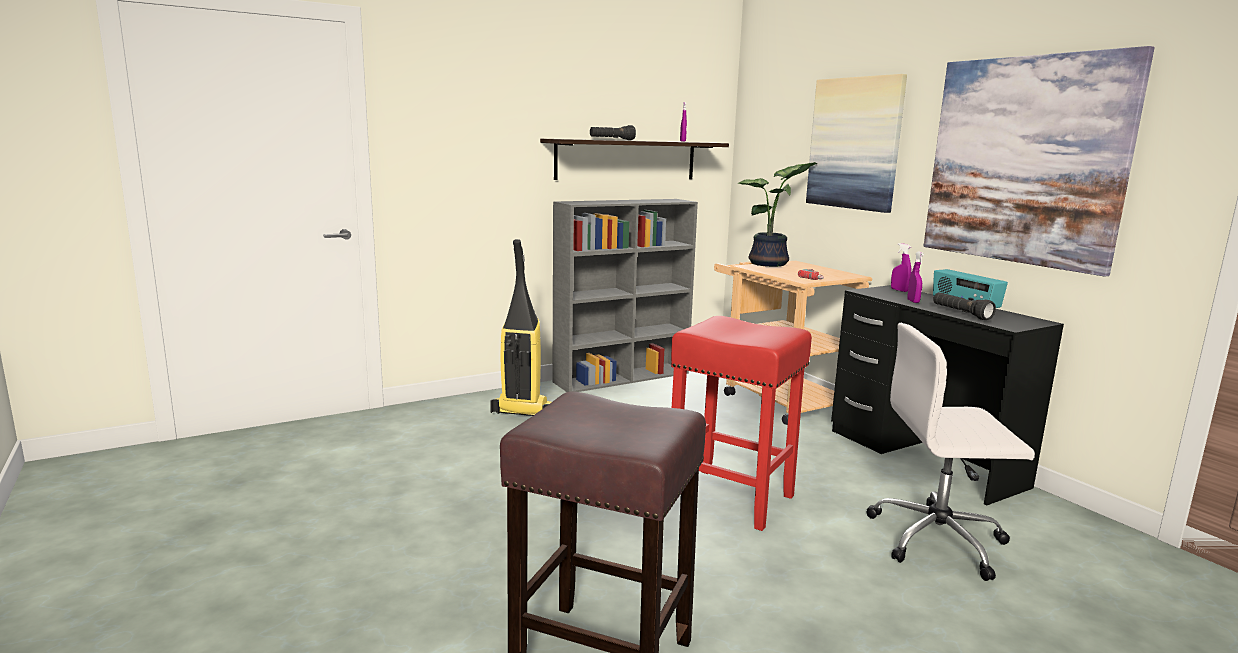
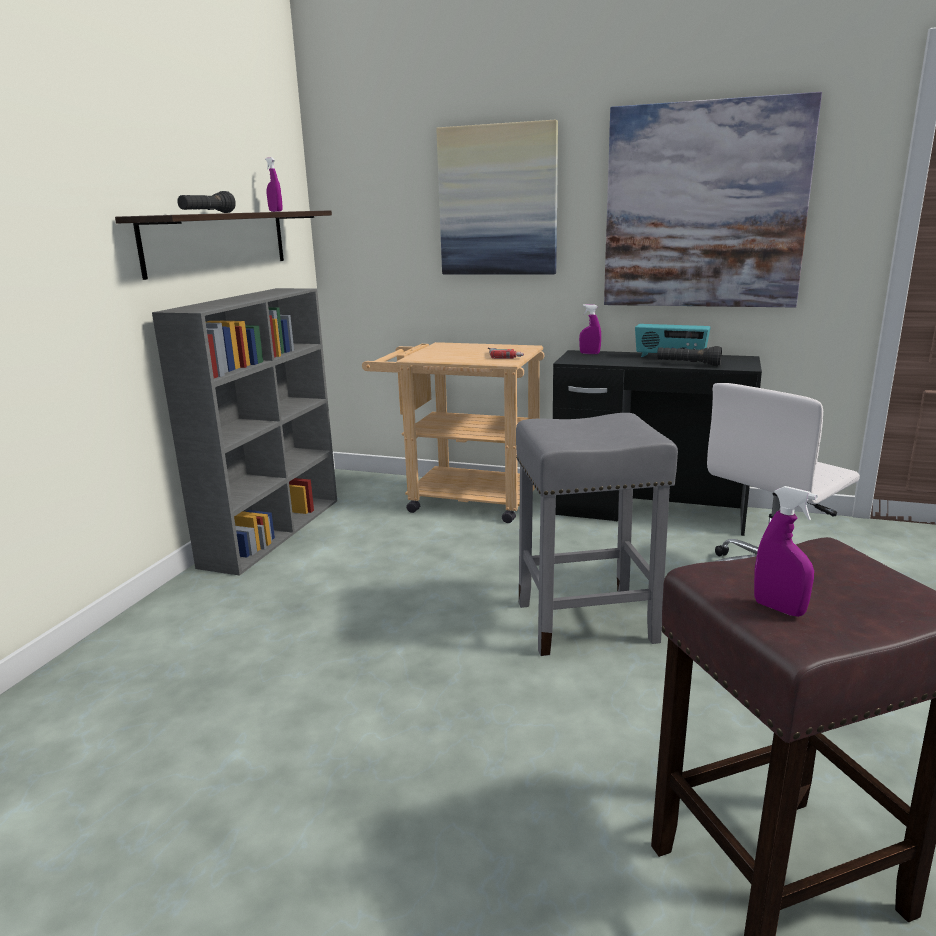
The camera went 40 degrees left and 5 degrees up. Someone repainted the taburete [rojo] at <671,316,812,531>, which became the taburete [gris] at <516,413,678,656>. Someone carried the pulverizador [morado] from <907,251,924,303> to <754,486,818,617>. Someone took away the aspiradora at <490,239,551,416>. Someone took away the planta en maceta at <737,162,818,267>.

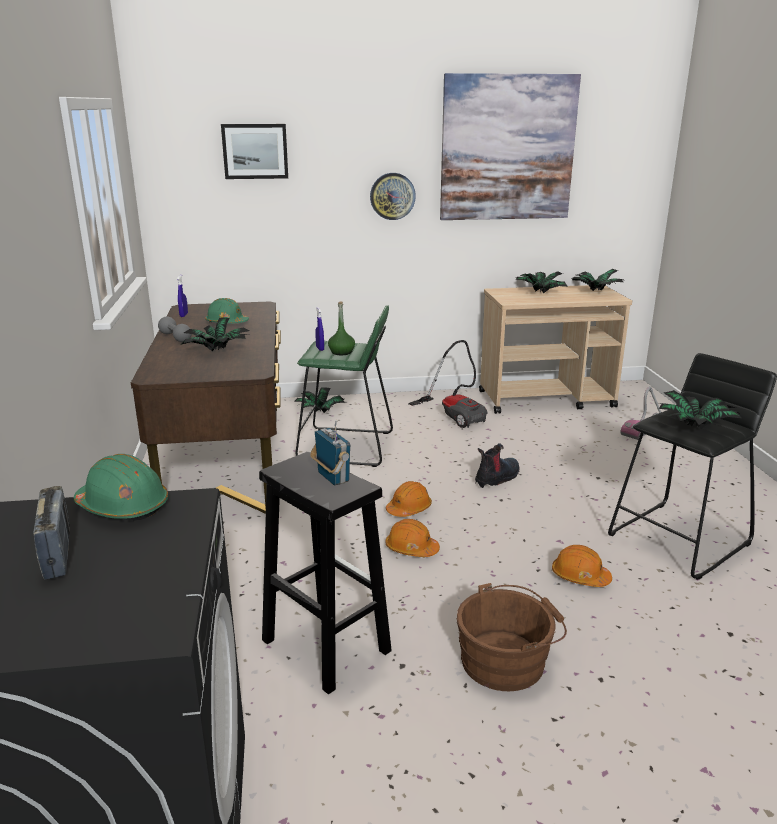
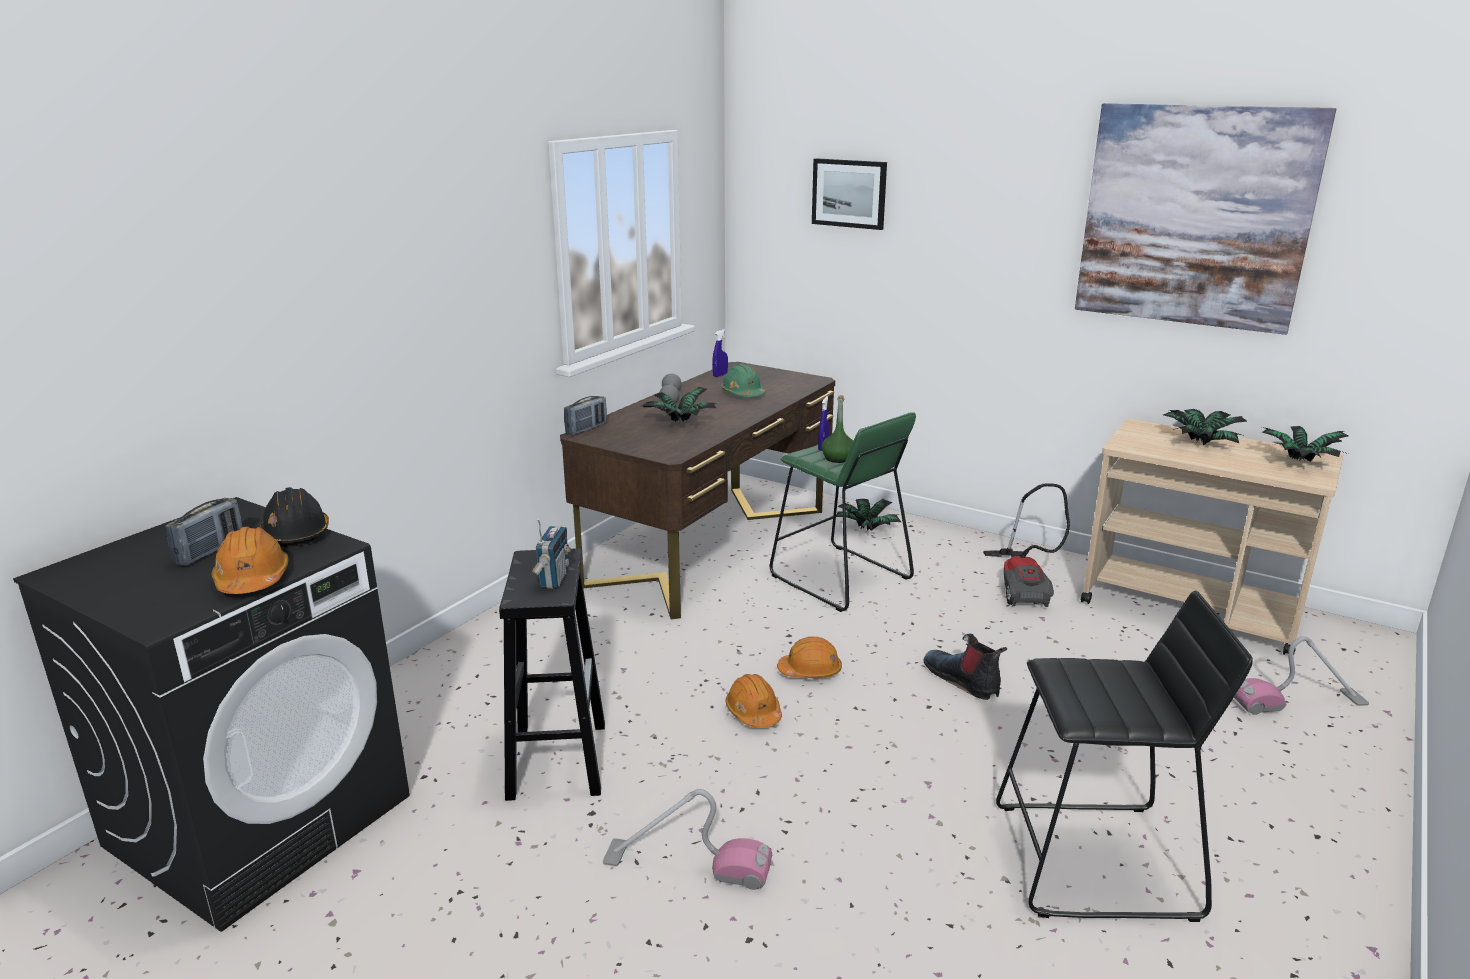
The camera went 40 degrees right and 0 degrees up. Someone carried the casco [naranja] from <552,545,612,587> to <211,526,288,594>. Someone repainted the casco [verde] at <74,454,169,521>, which became the casco [negro] at <260,487,329,548>. Someone put down the radio at <564,396,607,435>. Someone swapped the cubo [marrón] at <457,583,567,691> for the aspiradora at <603,789,772,890>. Someone rotated the bota at <475,443,519,488> by 120 degrees counterclockwise. Someone took away the reloj de pared at <370,173,416,220>. Someone took away the planta en maceta at <659,390,741,429>.

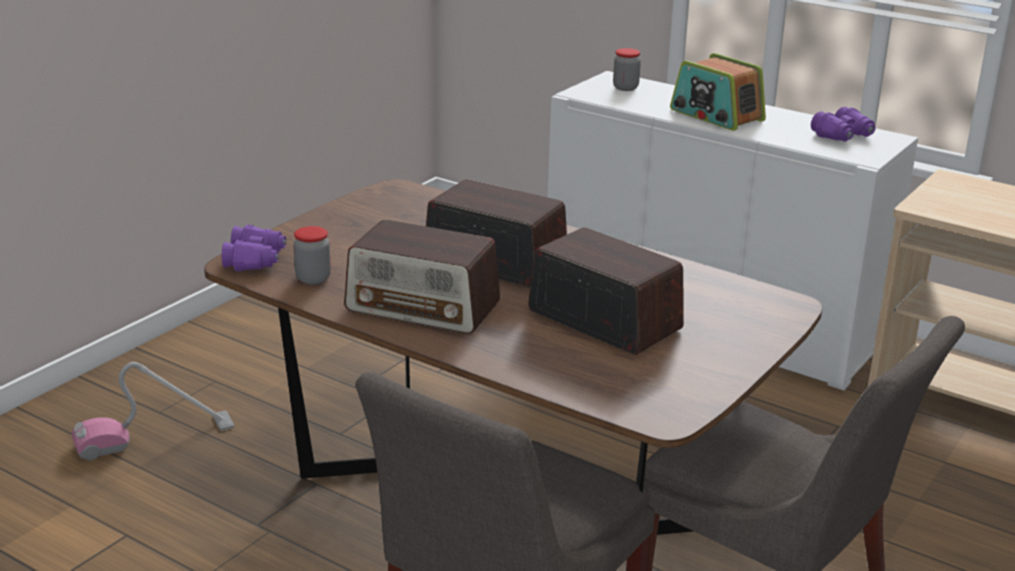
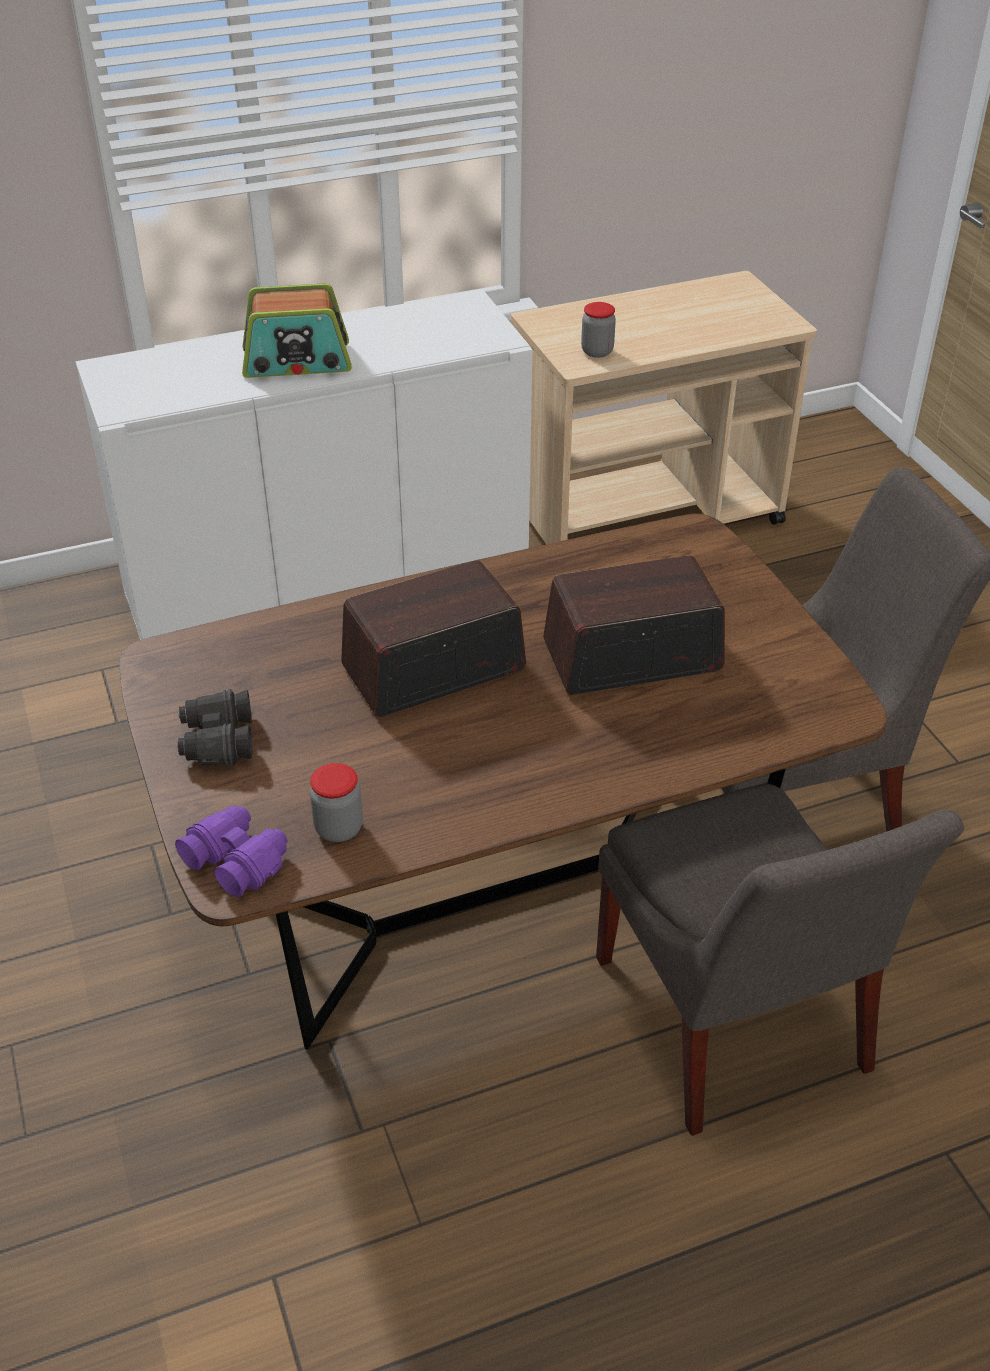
The camera went 55 degrees left and 15 degrees up. Someone put down the prismáticos [negro] at <177,689,252,766>. Someone carried the tarro from <613,48,641,91> to <581,302,616,358>. Someone took away the aspiradora at <72,362,234,460>. Someone took away the radio at <344,219,500,334>. Someone took away the prismáticos [morado] at <811,107,876,142>.

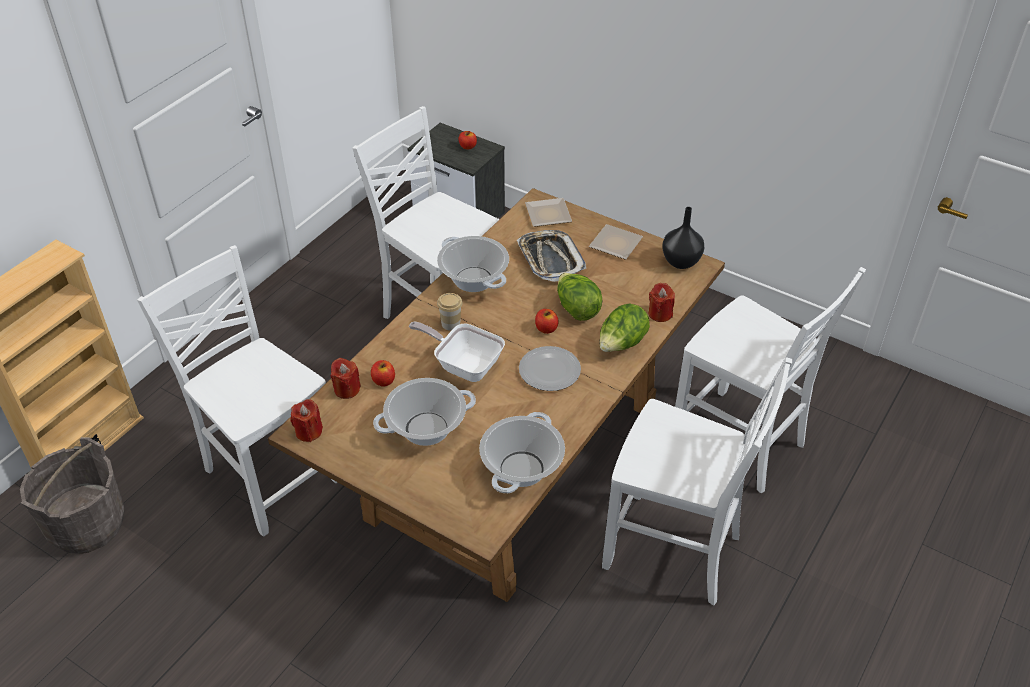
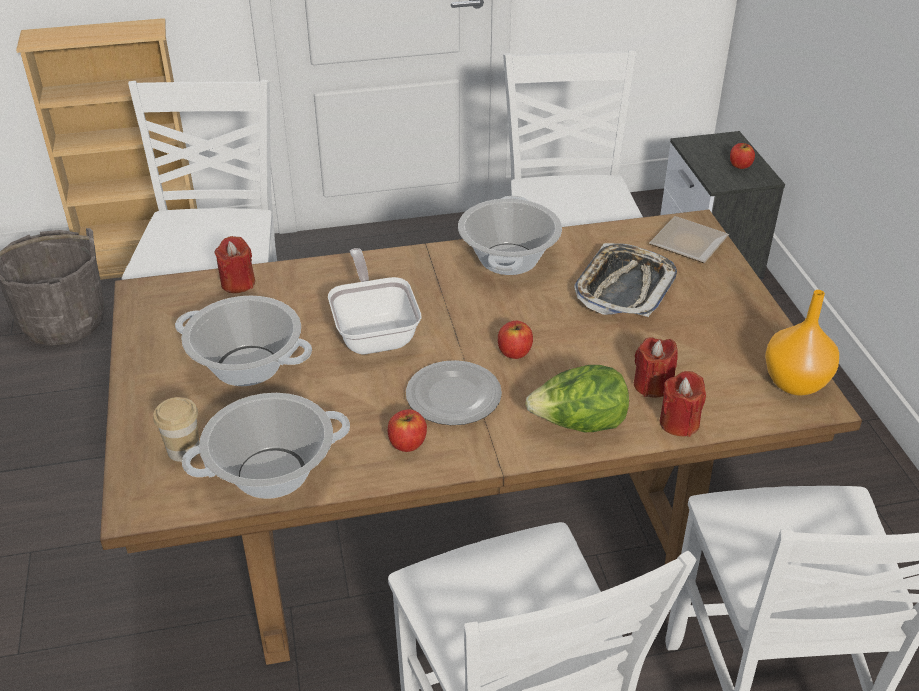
The camera went 45 degrees right and 5 degrees down. Someone carried the taza from <437,293,462,330> to <153,397,199,462>. Someone carried the manzana from <371,360,395,386> to <388,409,427,452>. Someone carried the vela [rojo] from <291,399,323,442> to <634,337,678,397>. Someone repainted the florero [negro] at <662,207,704,269>, which became the florero [naranja] at <765,290,839,396>. Someone took away the lechuga at <557,273,602,321>. Someone took away the plato at <589,224,643,260>.

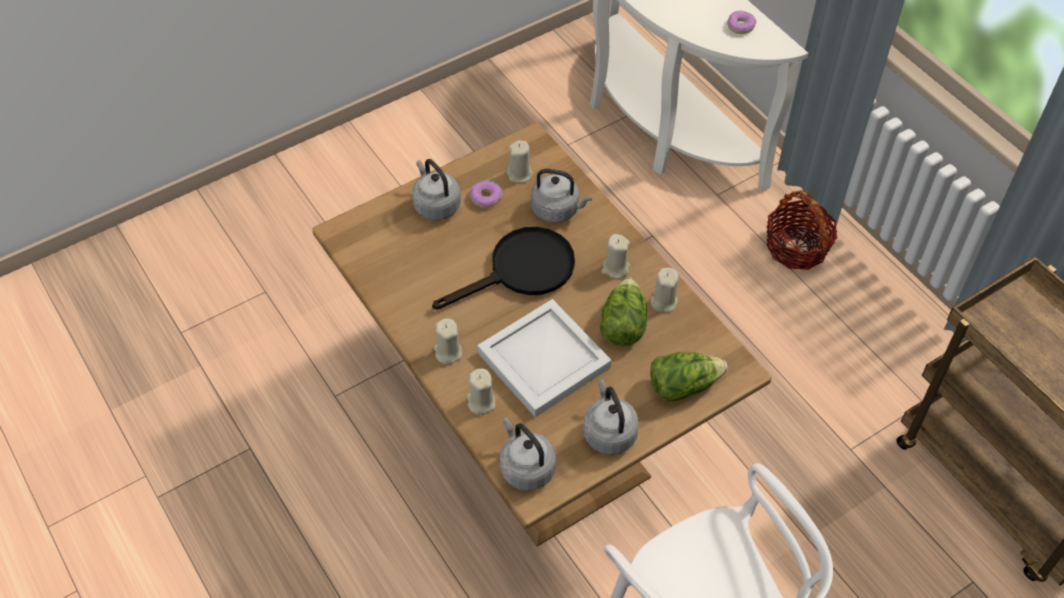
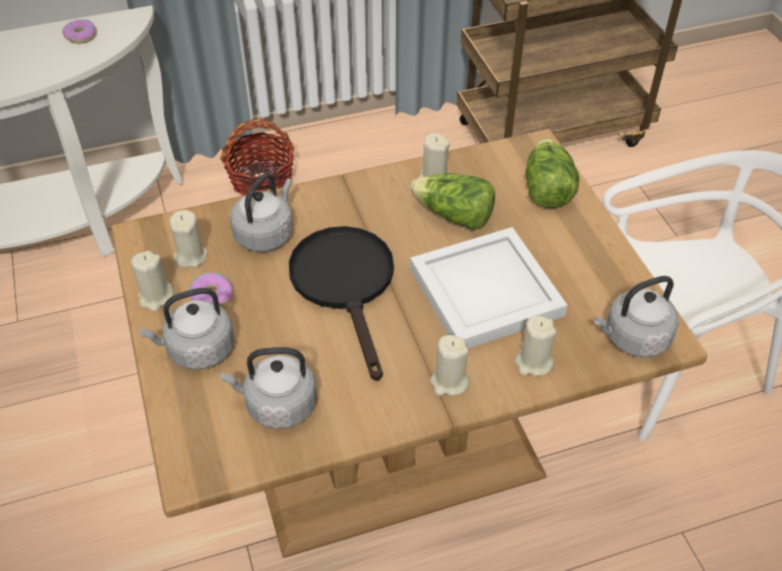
The camera went 75 degrees left and 5 degrees down. Someone carried the vela [beis] from <601,234,630,279> to <131,251,174,312>. Someone carried the hervidor [gris] from <583,379,639,455> to <221,347,317,429>.

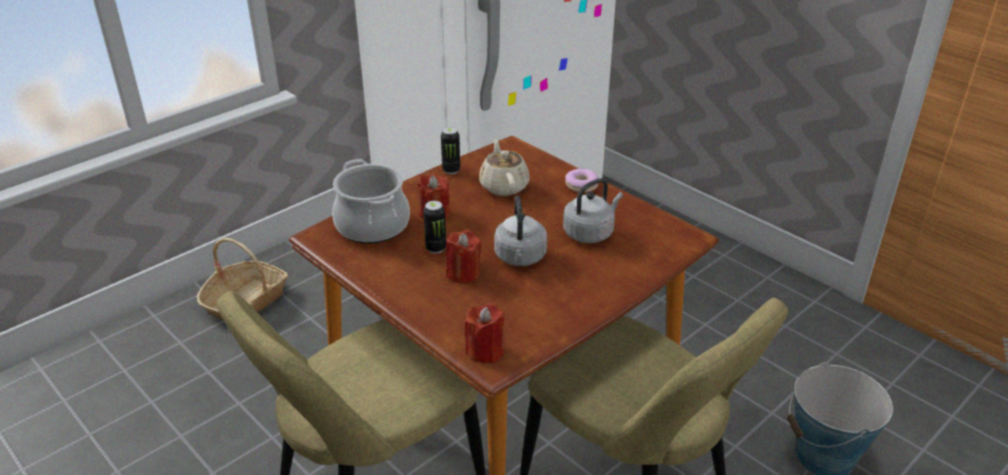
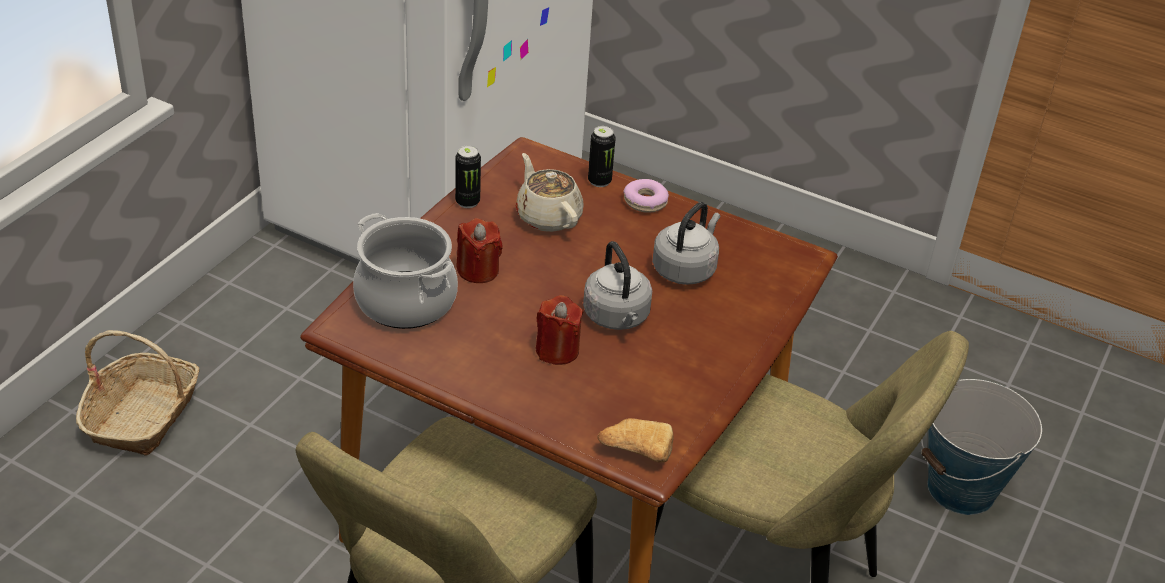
The camera went 20 degrees left and 5 degrees up. Someone carried the lata from <423,201,446,254> to <588,126,616,187>. Someone swapped the vela [rojo] at <464,303,505,364> for the pan at <597,418,674,462>.

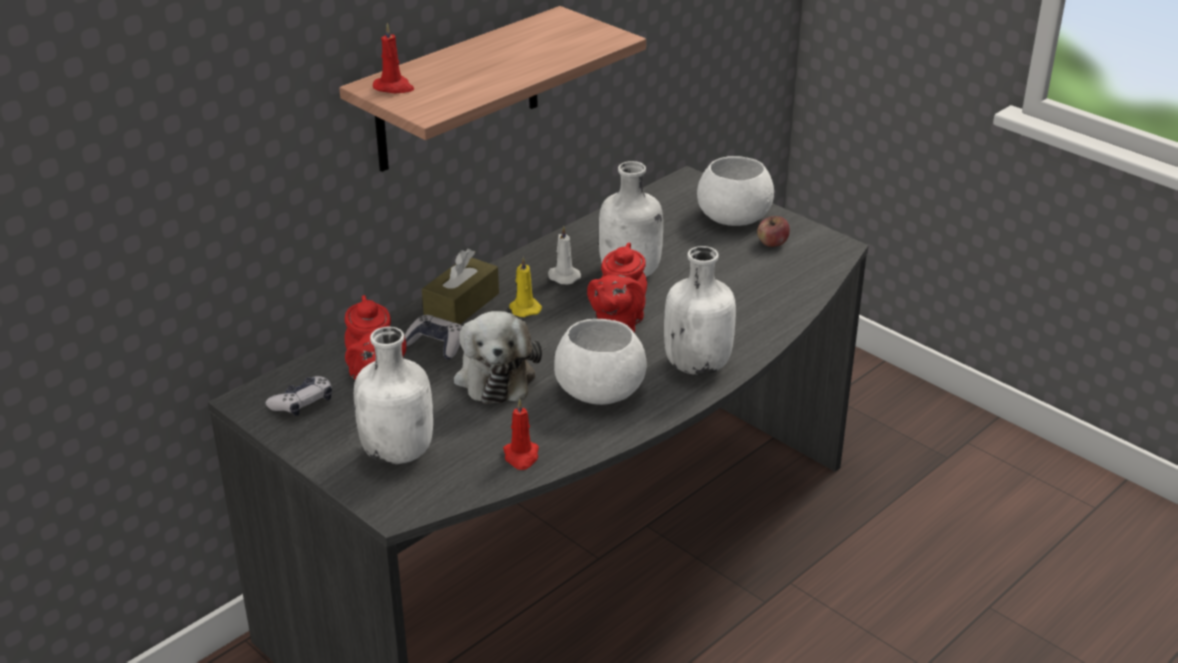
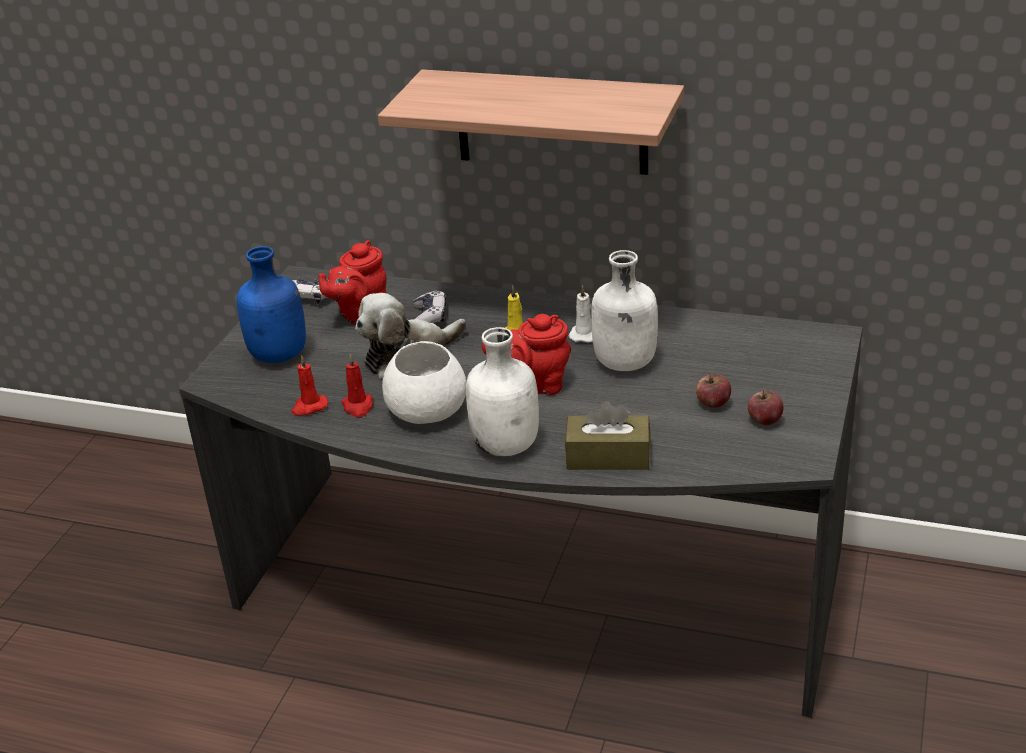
The camera went 65 degrees right and 0 degrees up. Someone repainted the botella [blanco] at <354,326,433,464>, which became the botella [azul] at <237,246,306,363>. Someone carried the vela [rojo] from <373,23,414,93> to <342,354,373,417>. Someone carried the caja de pañuelos [marrón] from <422,249,499,324> to <565,401,651,470>. Someone put down the manzana at <696,374,731,408>. Someone took away the cuenco [blanco] at <697,156,774,226>.

